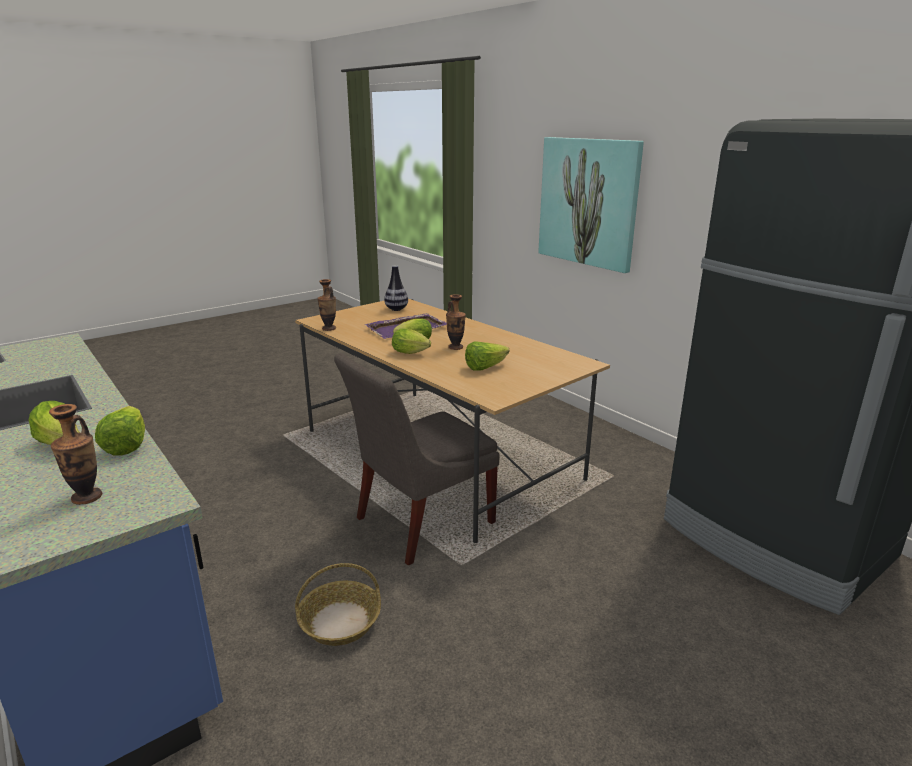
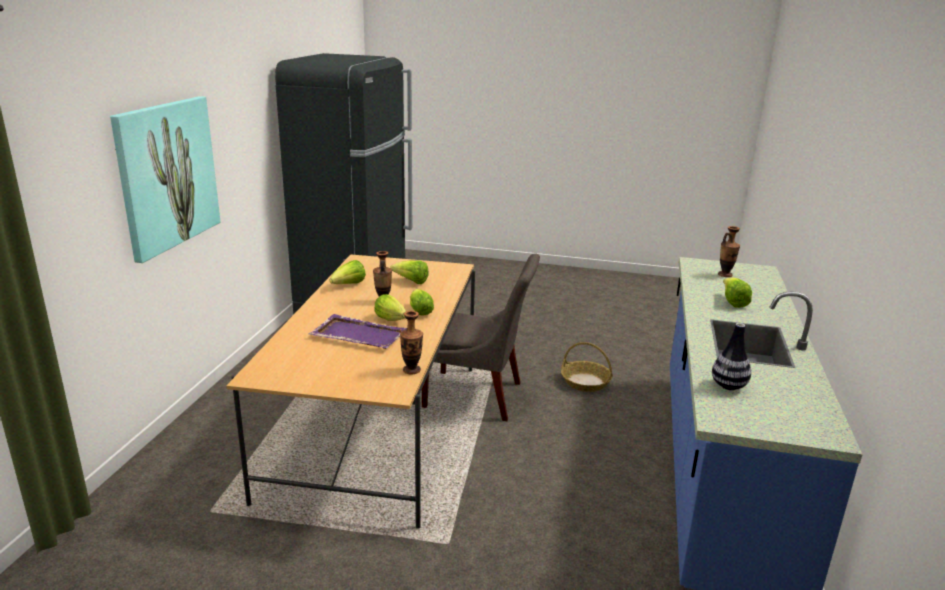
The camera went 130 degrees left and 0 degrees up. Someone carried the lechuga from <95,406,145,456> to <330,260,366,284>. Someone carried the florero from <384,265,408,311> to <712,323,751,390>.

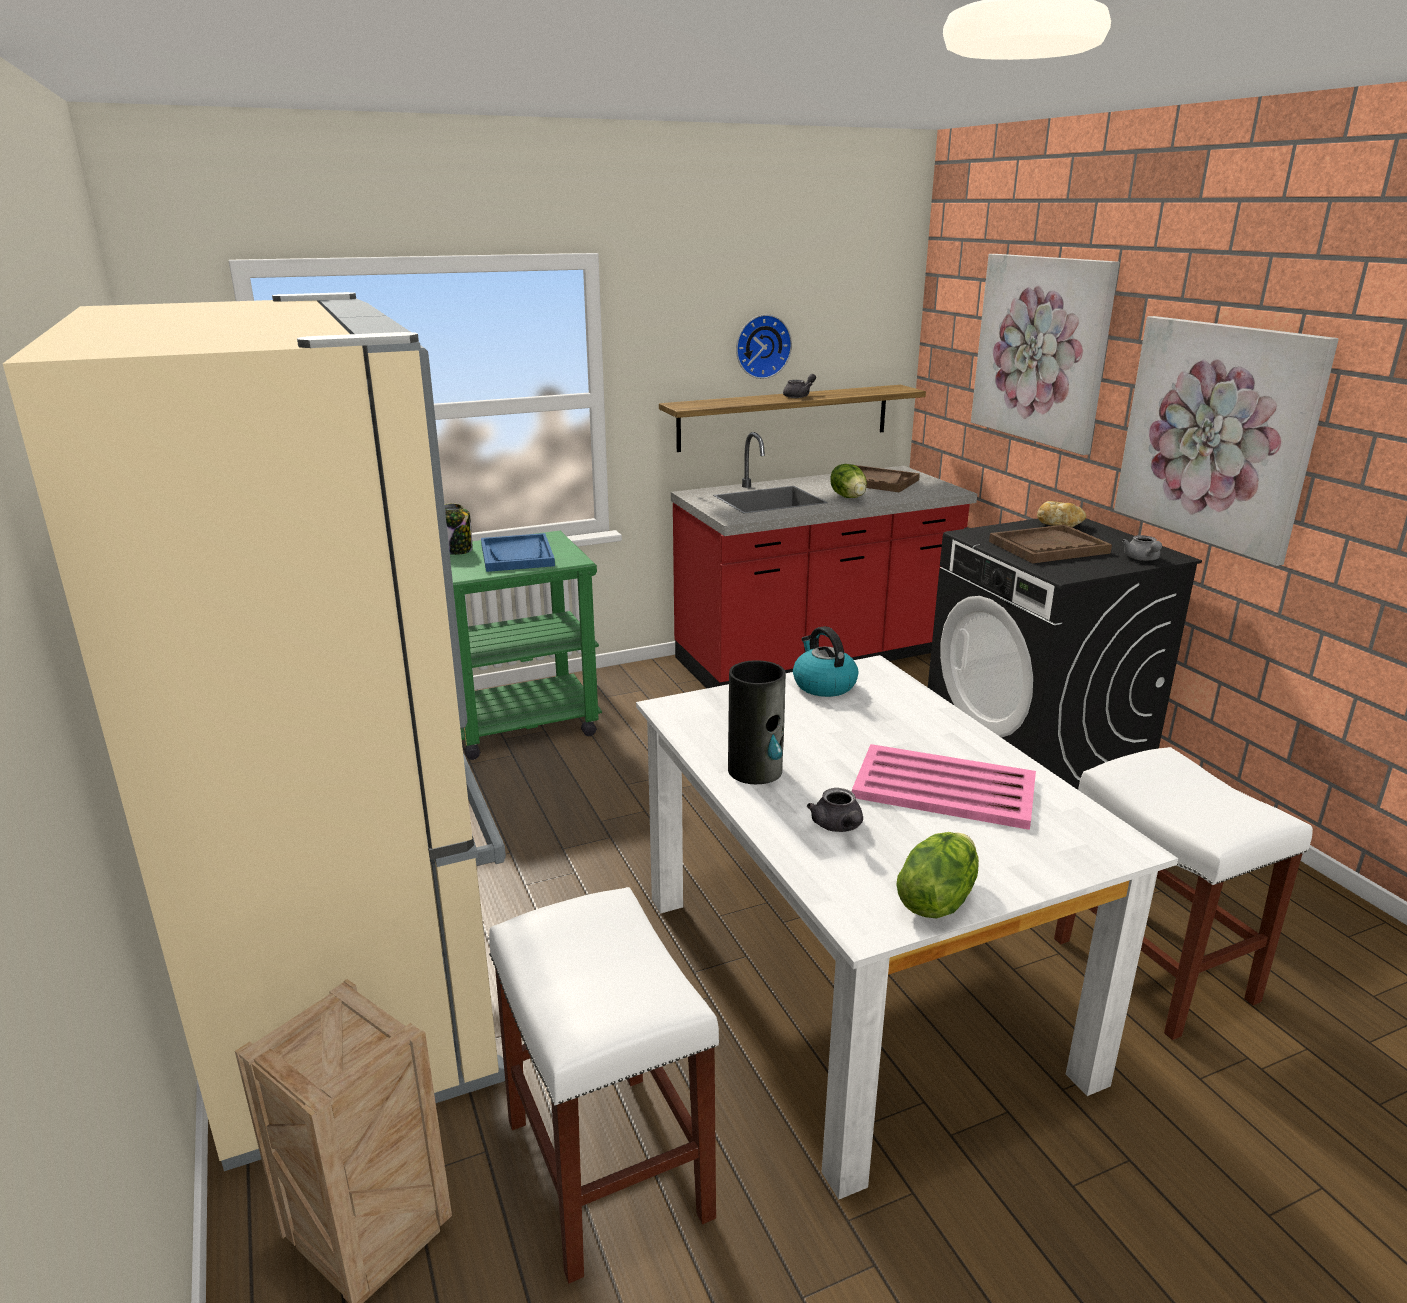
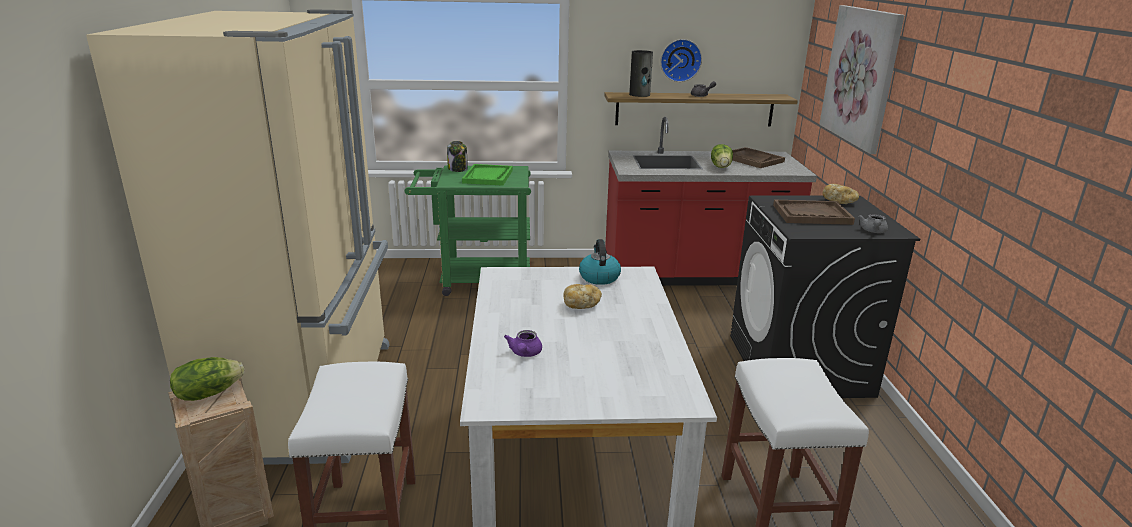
The camera went 20 degrees right and 0 degrees up. Someone carried the lechuga from <896,832,979,918> to <170,357,244,401>. Someone repainted the bandeja [azul] at <481,533,555,572>, which became the bandeja [verde] at <462,164,513,186>. Someone repainted the tetera [gris] at <807,788,863,832>, which became the tetera [morado] at <504,330,542,357>. Someone put down the pan at <564,284,602,309>. Someone carried the florero from <728,660,786,784> to <629,50,653,97>. Someone took away the bandeja [rosa] at <852,744,1036,830>. Someone took away the cuadro at <1114,316,1339,566>.

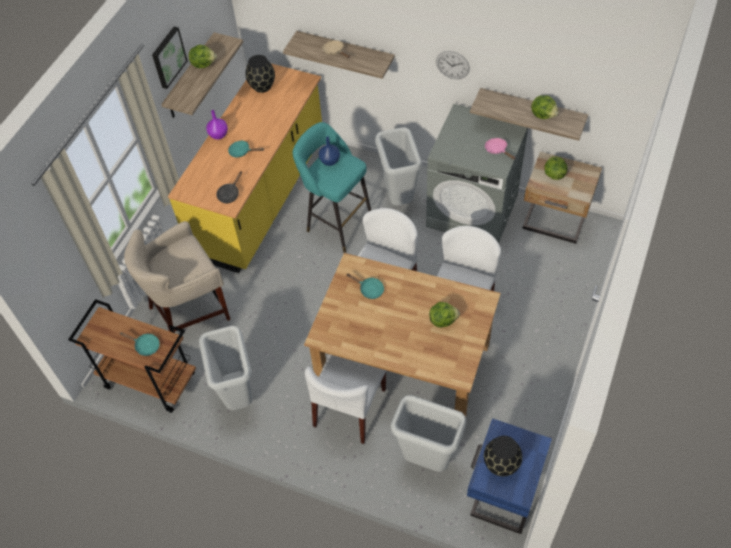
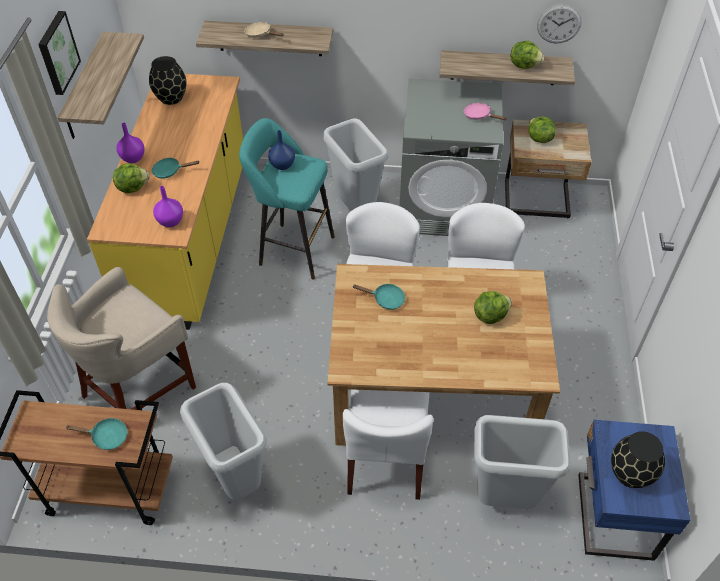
The camera went 20 degrees left and 5 degrees down. Someone carried the lechuga from <189,45,217,68> to <113,163,150,193>. Someone swapped the sartén [negro] at <217,171,242,203> for the florero [morado] at <153,186,183,227>. Someone carried the reloj de pared from <436,51,470,79> to <537,4,582,43>.

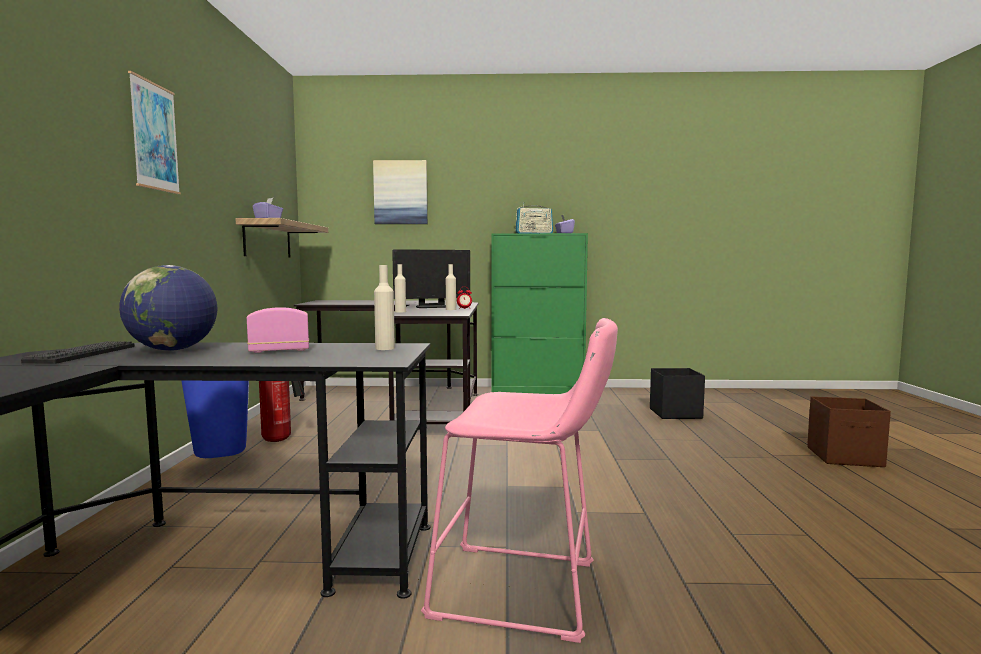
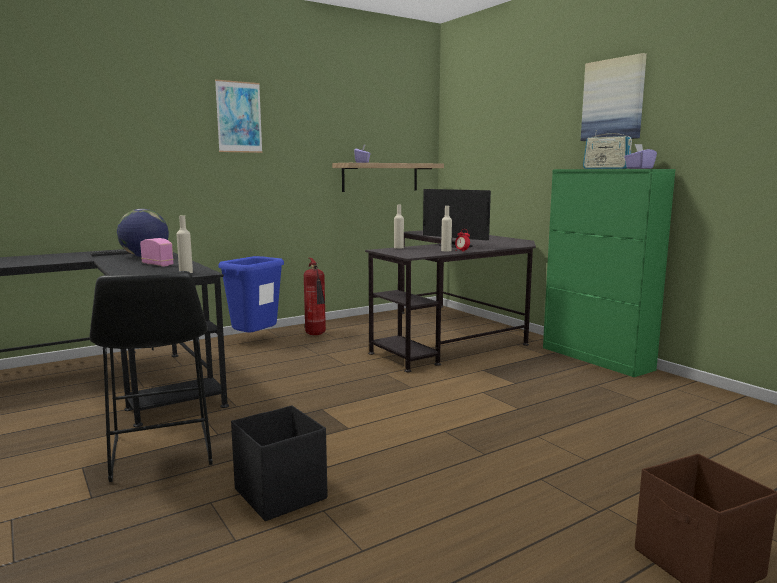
The camera went 55 degrees right and 5 degrees up. Someone repainted the taburete [rosa] at <421,318,618,643>, which became the taburete [negro] at <90,271,213,482>. Someone carried the caja de almacenaje [negro] from <650,368,705,419> to <231,405,328,521>. Someone carried the cuadro from <373,160,428,224> to <581,53,647,141>.

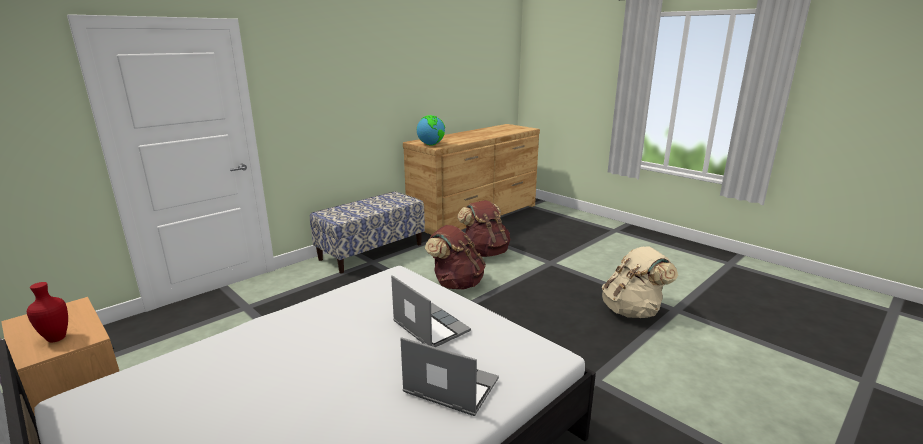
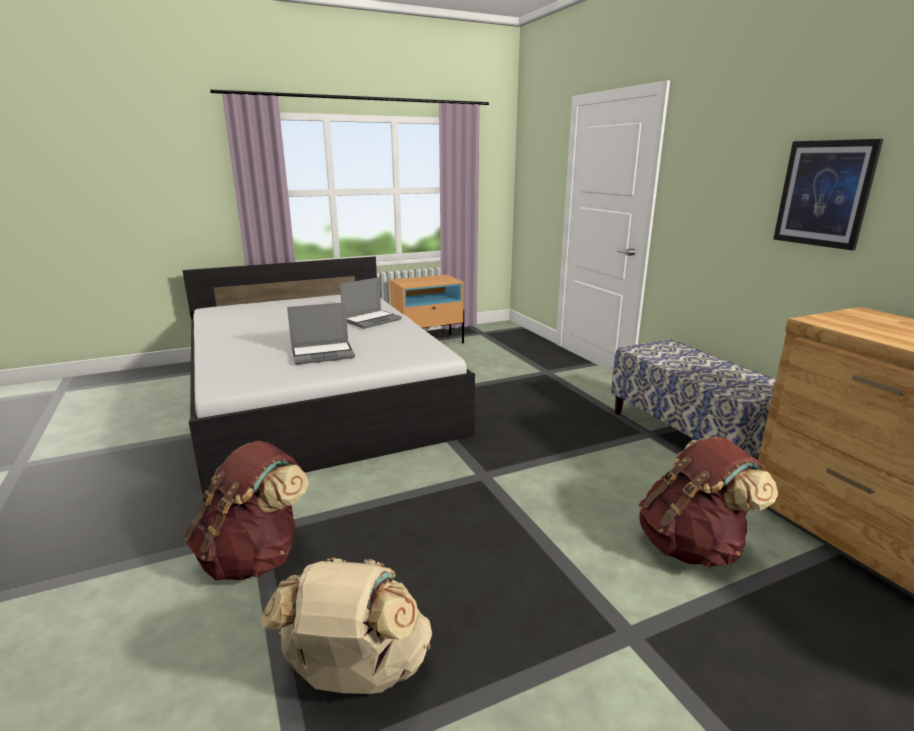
The camera went 110 degrees right and 0 degrees up. Someone carried the mochila [marrón] from <425,225,486,290> to <185,441,309,580>. Someone carried the portátil from <400,337,499,416> to <340,277,402,329>. Someone put up the cuadro at <773,139,883,250>. Someone took away the florero [rojo] at <27,282,68,342>. Someone took away the globo terráqueo at <417,115,445,145>.

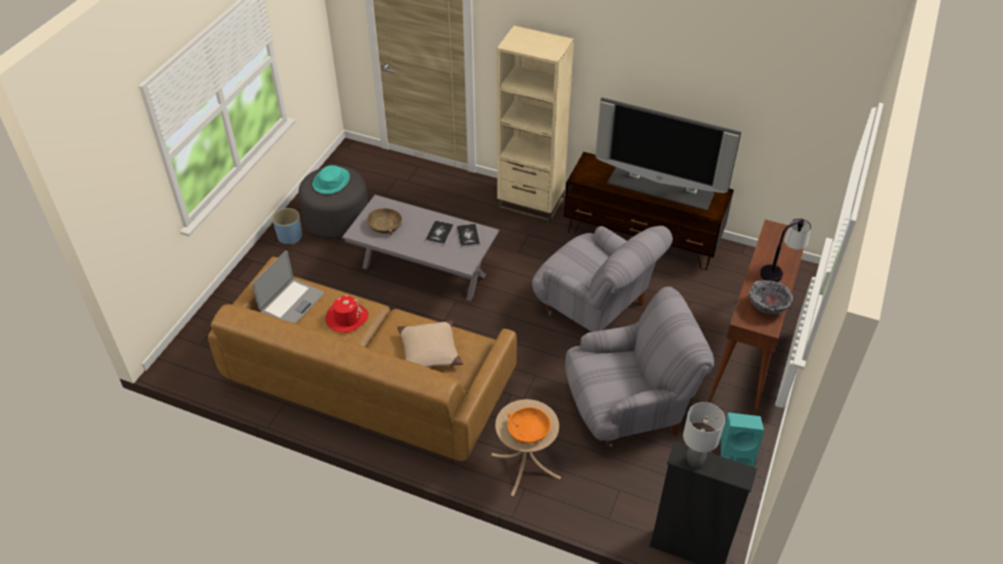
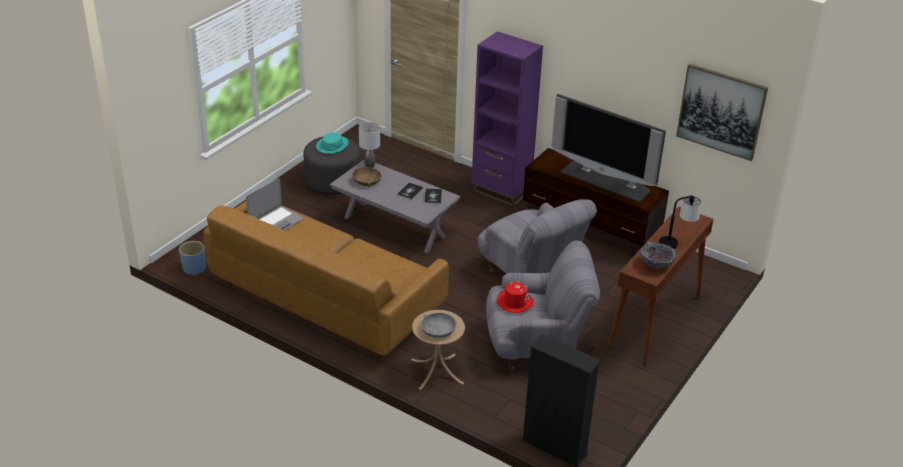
The camera went 10 degrees right and 10 degrees down. Someone carried the maceta [azul] from <272,208,302,245> to <179,241,206,276>. Someone carried the lámpara de mesa [gris] from <683,402,725,468> to <359,122,380,168>. Someone repainted the cuenco [naranja] at <507,407,551,444>, which became the cuenco [gris] at <421,313,457,338>. Someone repainted the estantería [beis] at <497,26,574,223>, which became the estantería [morado] at <471,31,543,207>. Someone carried the sombrero [rojo] from <326,295,368,333> to <497,281,534,313>. Someone put up the cuadro at <676,64,768,161>. Someone took away the cojín [beis] at <397,320,463,367>. Someone took away the altavoz [turquesa] at <721,413,764,467>.

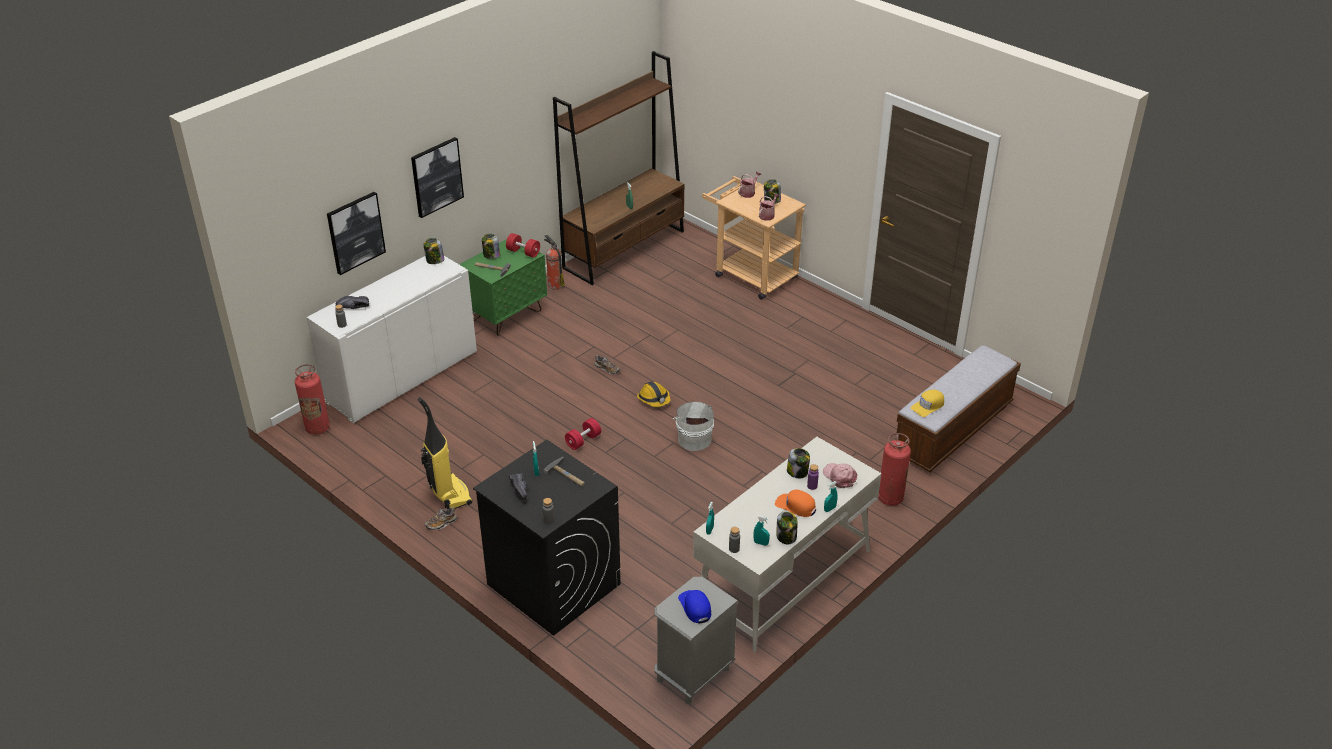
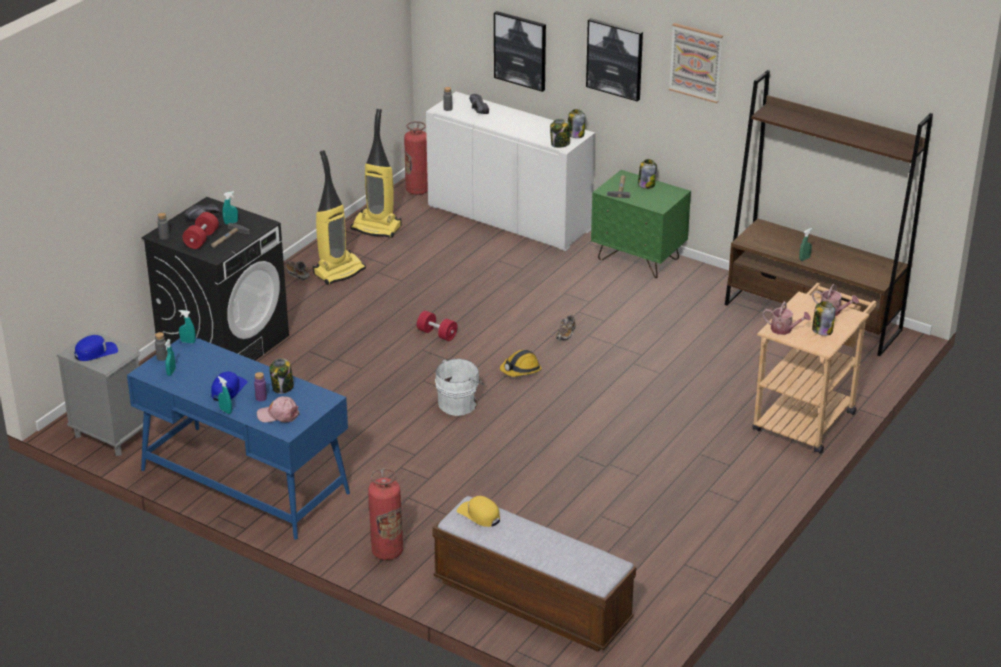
The camera went 80 degrees right and 5 degrees down. Someone repainted the escritorio [blanco] at <693,437,882,652>, which became the escritorio [azul] at <127,337,350,540>. Someone carried the mancuerna [rojo] from <506,233,540,258> to <182,212,219,249>. Someone repainted the gorra [naranja] at <775,490,816,517>, which became the gorra [azul] at <211,371,247,401>. Someone rotated the gorra [rosa] at <823,463,857,488> by 135 degrees counterclockwise. Someone put down the aspiradora at <350,109,401,238>. Someone carried the tarro from <776,511,797,544> to <550,119,570,148>. Someone put up the cuadro at <669,23,723,103>. Someone took away the extintor at <544,235,565,289>.

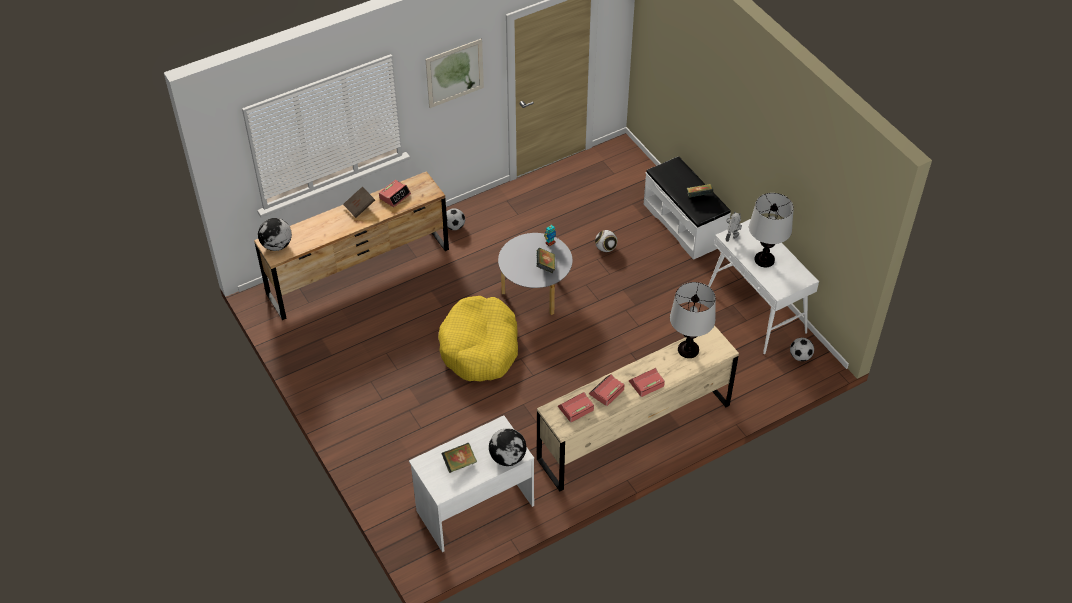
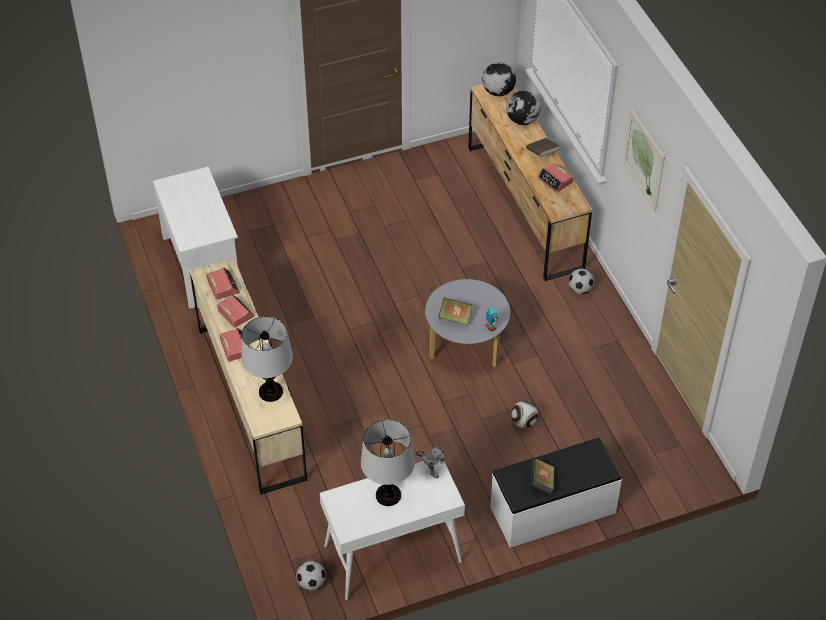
The camera went 100 degrees right and 0 degrees up. Someone carried the globo terráqueo from <489,428,526,466> to <506,91,541,125>. Someone took away the cama para perro [amarillo] at <438,296,518,382>. Someone took away the libro at <441,443,477,473>.

